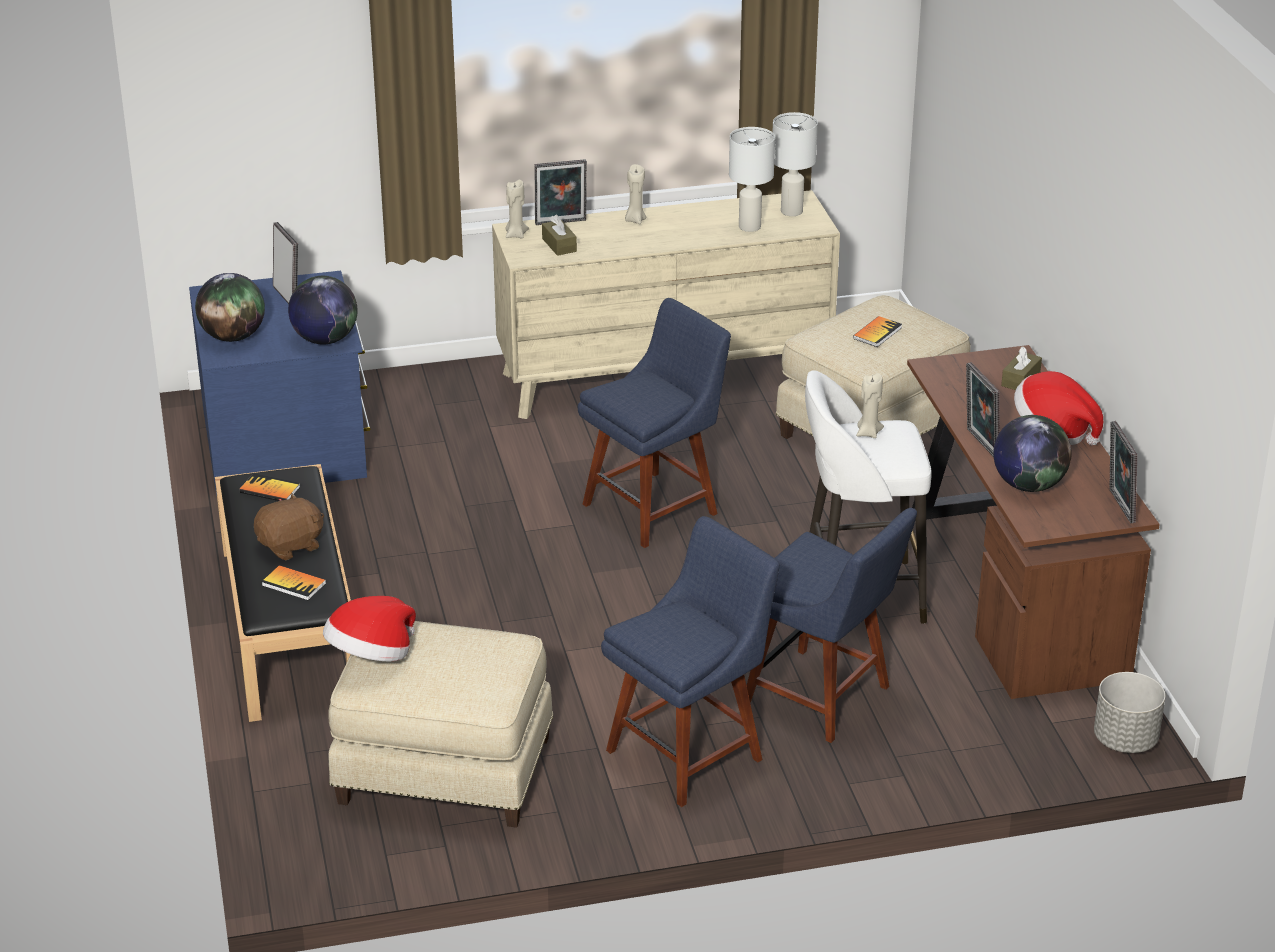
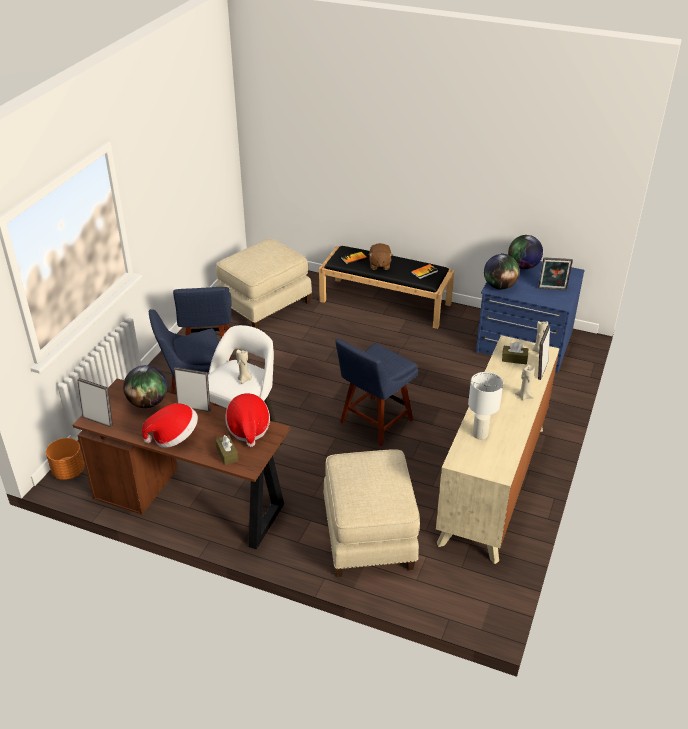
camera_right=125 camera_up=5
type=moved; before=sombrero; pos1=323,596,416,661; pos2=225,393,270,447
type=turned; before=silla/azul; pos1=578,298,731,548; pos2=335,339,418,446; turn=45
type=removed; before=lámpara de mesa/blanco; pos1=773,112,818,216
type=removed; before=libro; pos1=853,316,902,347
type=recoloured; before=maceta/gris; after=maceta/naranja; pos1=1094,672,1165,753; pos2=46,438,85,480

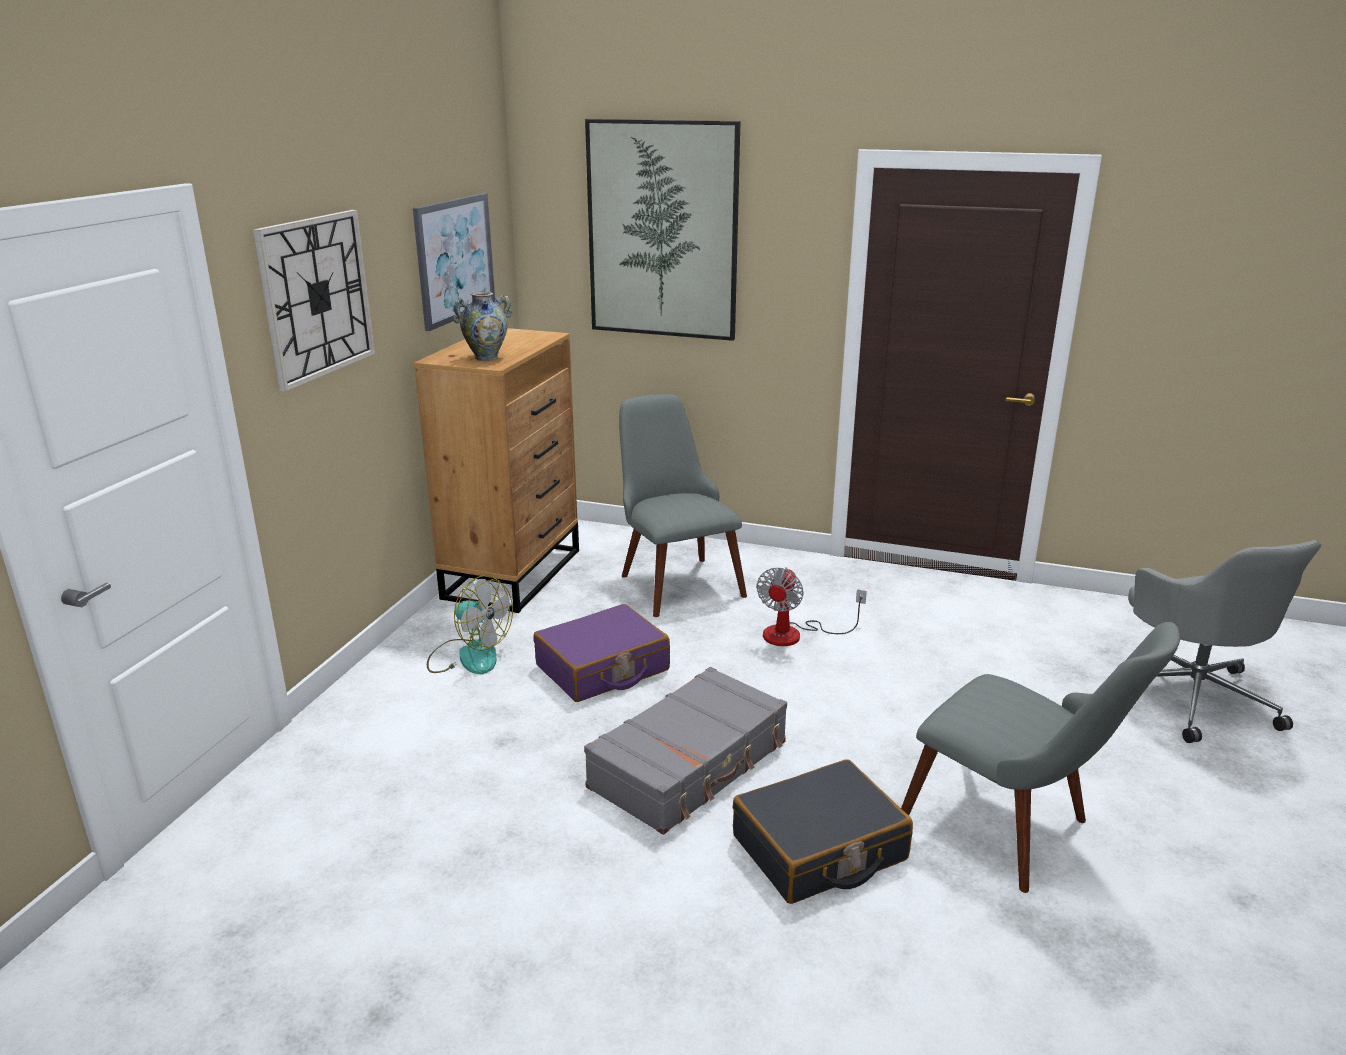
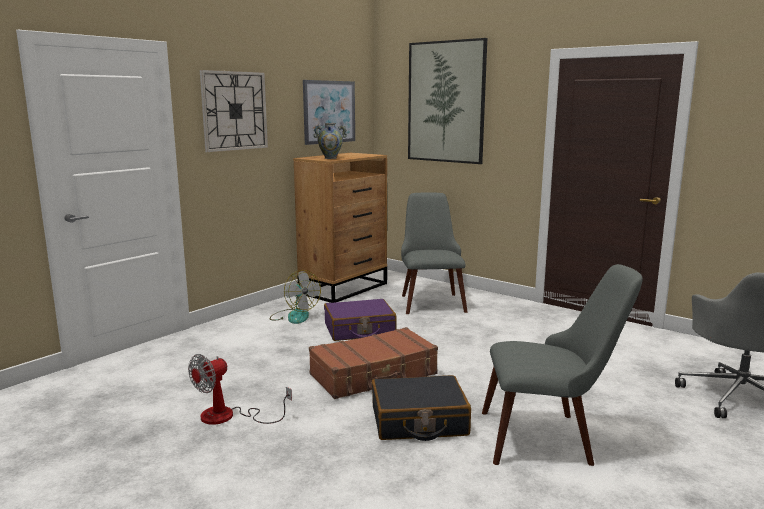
camera_right=20 camera_up=-10
type=recoloured; before=maleta/gris; after=maleta/marrón; pos1=584,667,787,835; pos2=309,327,438,399
type=moved; before=ventilador; pos1=756,567,867,646; pos2=188,354,292,425
type=turned; before=silla/gris; pos1=901,622,1180,893; pos2=482,264,643,466; turn=-60

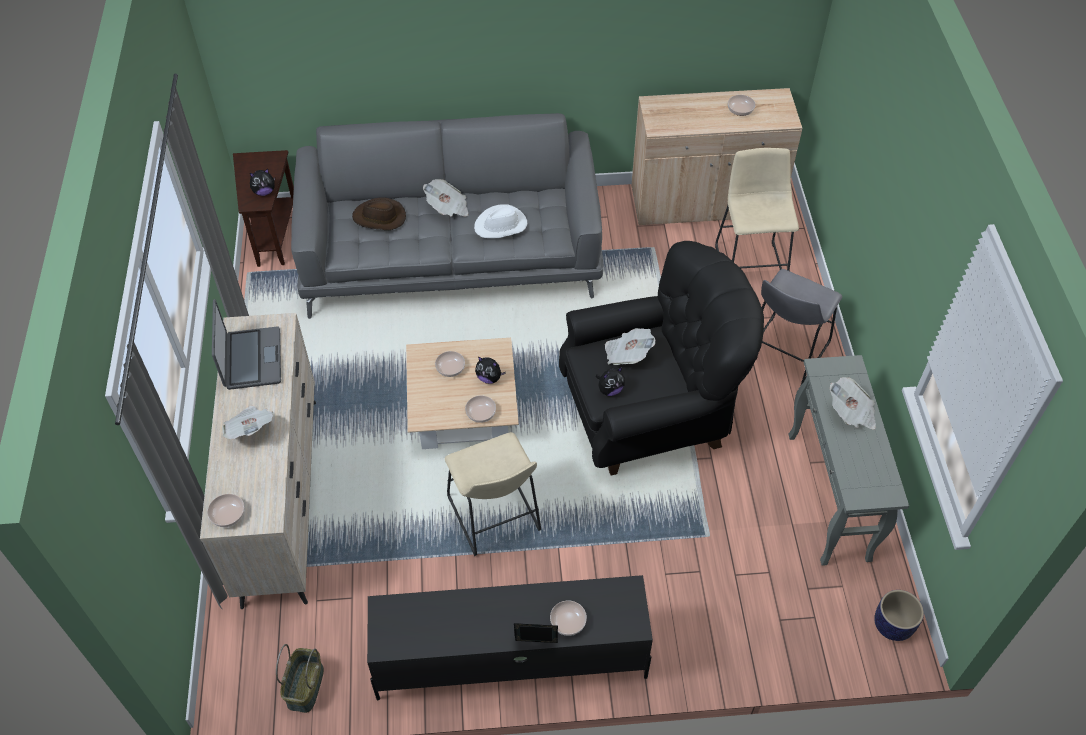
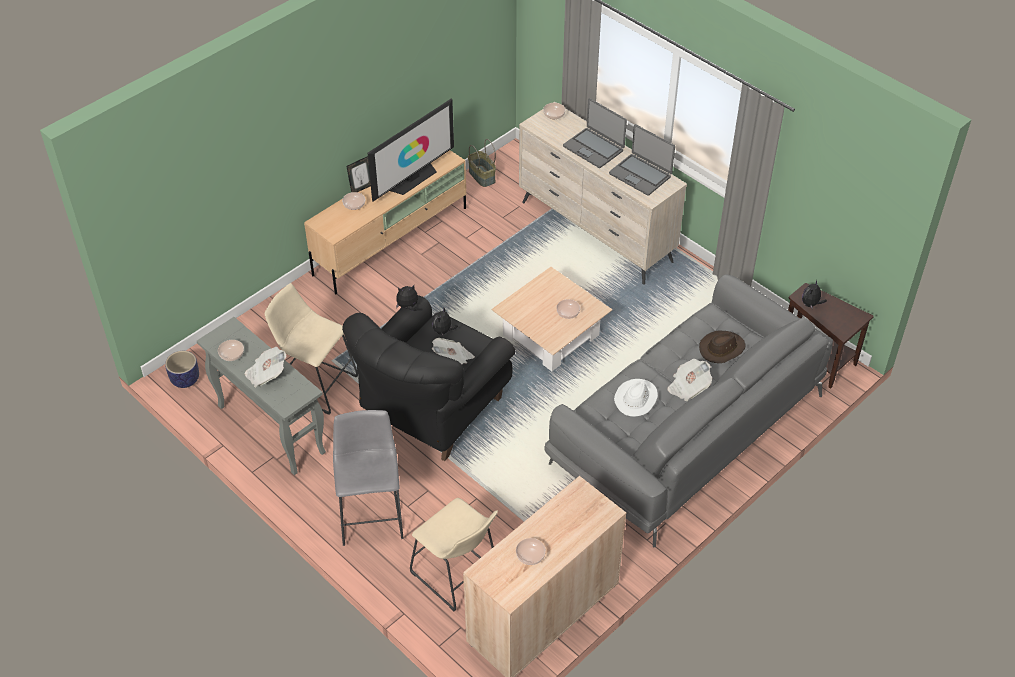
camera_right=140 camera_up=-5
type=replaced; before=periódico; after=portátil; pos1=222,406,274,439; pos2=563,98,627,168
type=recoloured; before=mueble de televisión/negro; after=mueble de televisión/beis; pos1=367,575,653,700; pos2=304,150,466,294
type=moved; before=taburete/beis; pos1=445,432,541,556; pos2=265,283,358,415
type=moved; before=cuenco; pos1=465,395,496,423; pos2=218,340,244,361
type=moved; before=peluche; pos1=475,356,506,384; pos2=396,285,418,311
type=added; after=televisor; pos2=368,98,454,202

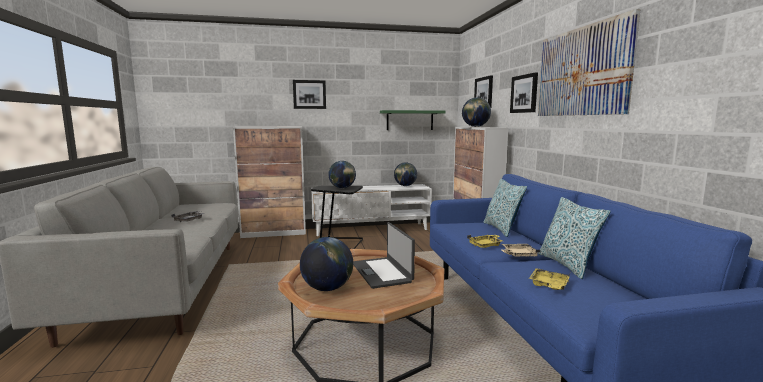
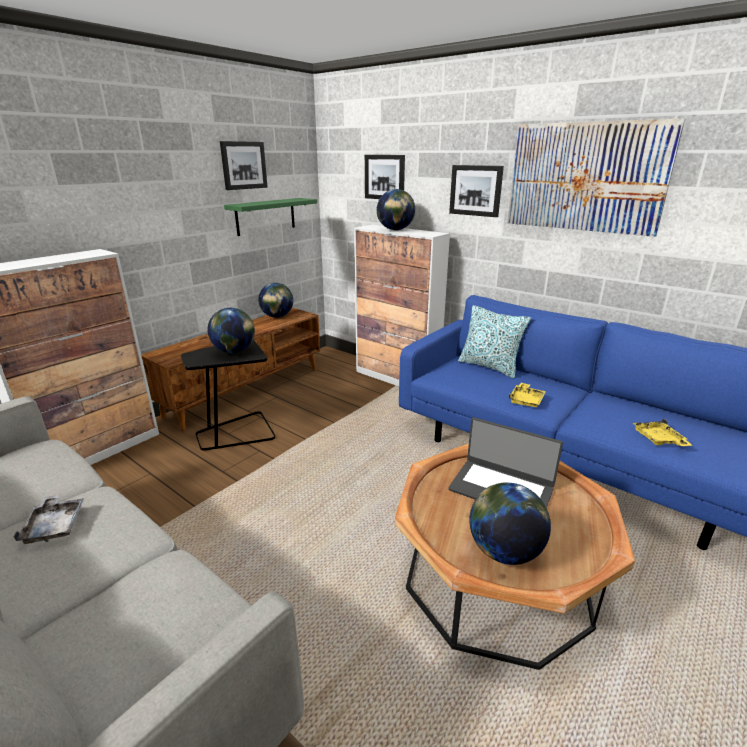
camera_right=-40 camera_up=15
type=moved; before=cuadro; pos1=293,80,326,109; pos2=220,141,268,190
type=recoloured; before=mueble de televisión/blanco; after=mueble de televisión/marrón; pos1=311,184,432,236; pos2=141,308,320,431
type=removed; before=bandeja/beis; pos1=501,244,541,257
type=removed; before=cojín; pos1=538,197,611,279

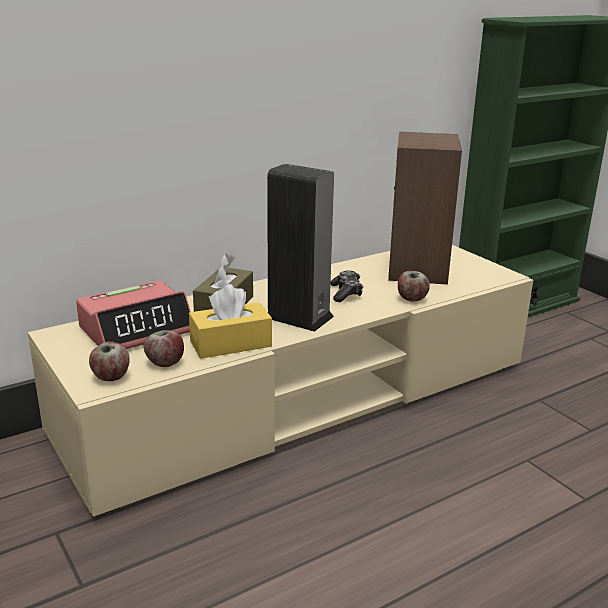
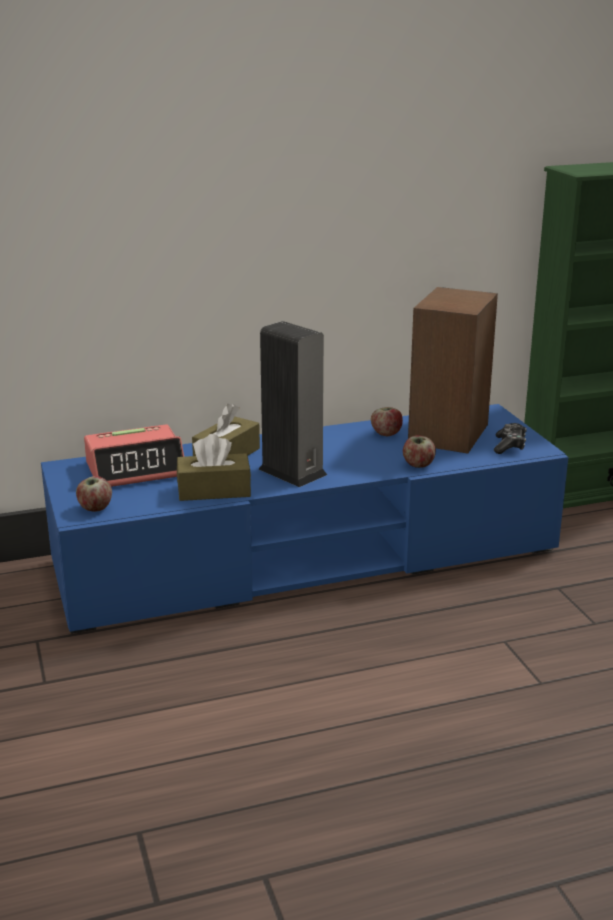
camera_right=15 camera_up=0
type=recoloured; before=mueble de televisión/beis; after=mueble de televisión/azul; pos1=28,245,533,518; pos2=41,404,568,634
type=moved; before=manzana; pos1=144,330,184,367; pos2=371,407,403,436
type=recoloured; before=caja de pañuelos/amarillo; after=caja de pañuelos/marrón; pos1=189,284,272,359; pos2=177,434,251,501
type=moved; before=mando de consola; pos1=331,270,363,302; pos2=494,423,527,454

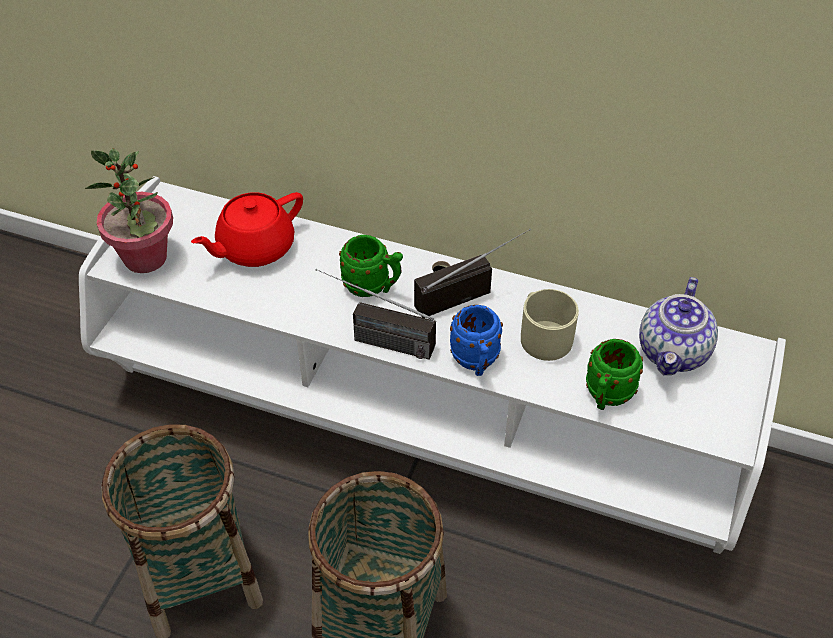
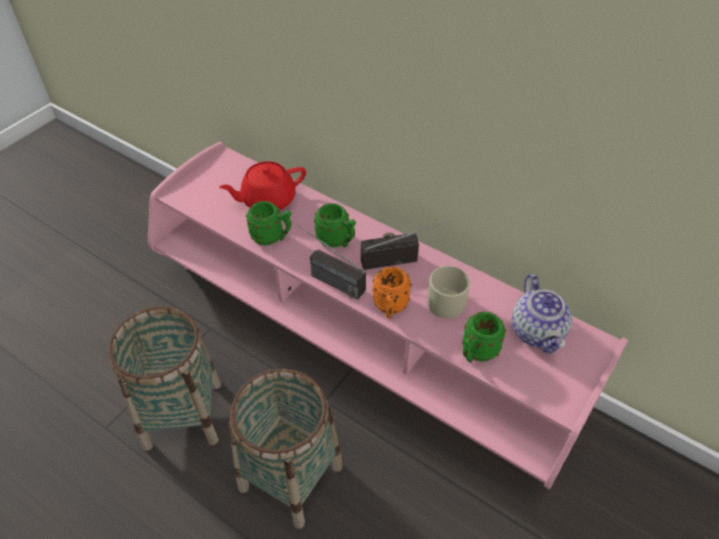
camera_right=15 camera_up=0
type=recoloured; before=mueble de televisión/blanco; after=mueble de televisión/rosa; pos1=79,176,786,554; pos2=148,141,628,489
type=removed; before=planta en maceta; pos1=85,148,173,273
type=recoloured; before=taza grande/azul; after=taza grande/naranja; pos1=450,305,503,376; pos2=372,267,412,319
type=turned; before=tetera; pos1=639,277,718,375; pos2=512,274,572,354; turn=-45
type=added; after=taza grande/verde; pos2=246,201,292,246

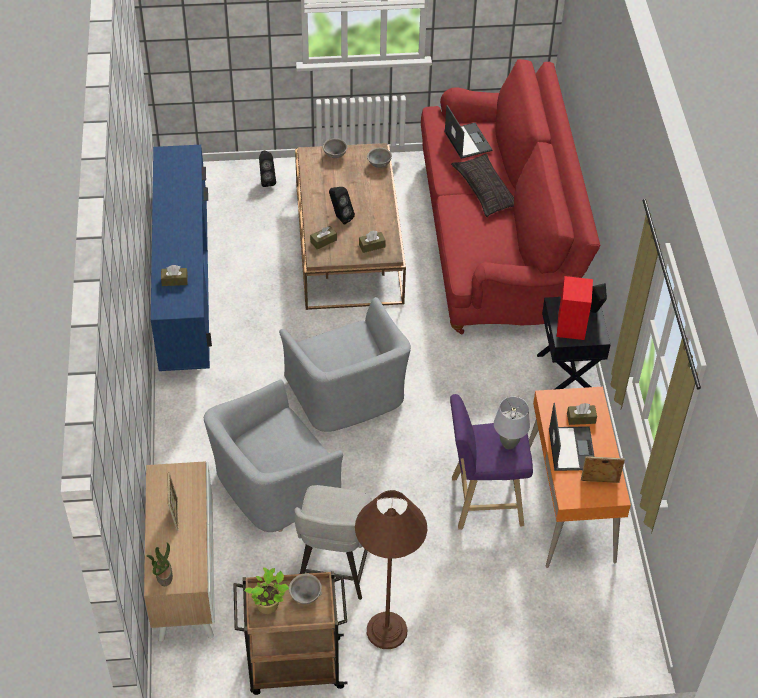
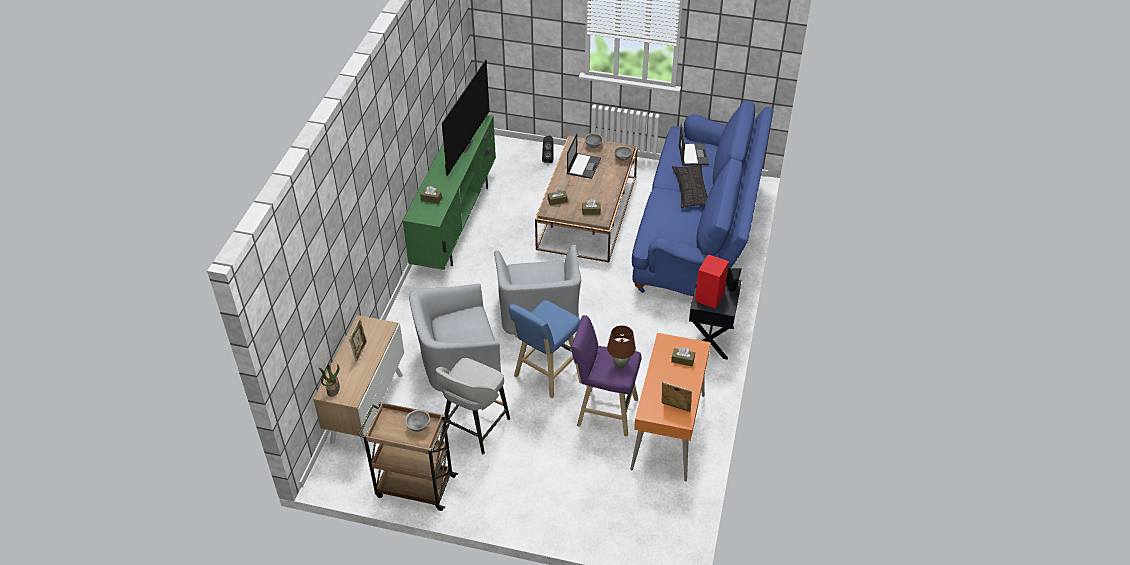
camera_right=20 camera_up=-5
type=recoloured; before=mueble de televisión/azul; after=mueble de televisión/verde; pos1=151,145,212,371; pos2=403,115,496,270
type=removed; before=planta en maceta; pos1=244,567,289,614
type=removed; before=altavoz/negro; pos1=329,187,355,225
type=removed; before=lámpara de pie/marrón; pos1=355,490,427,649
type=recoloured; before=sofá/rojo; after=sofá/azul; pos1=421,59,601,334; pos2=632,100,774,296
type=recoloured; before=lámpara de mesa/gris; after=lámpara de mesa/marrón; pos1=494,397,530,449; pos2=607,325,636,369
type=moved; before=portátil; pos1=549,403,594,471; pos2=567,133,601,179
type=added; after=televisor; pos2=442,59,490,176
type=added; after=taburete/azul; pos2=509,300,581,398

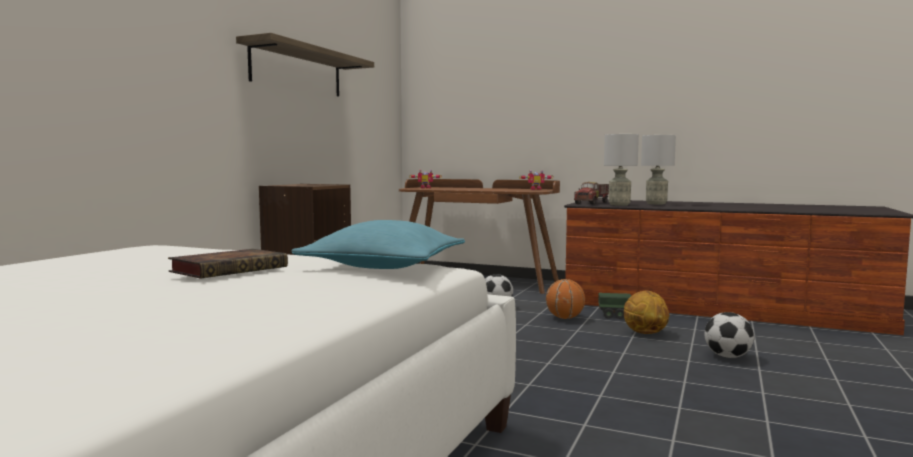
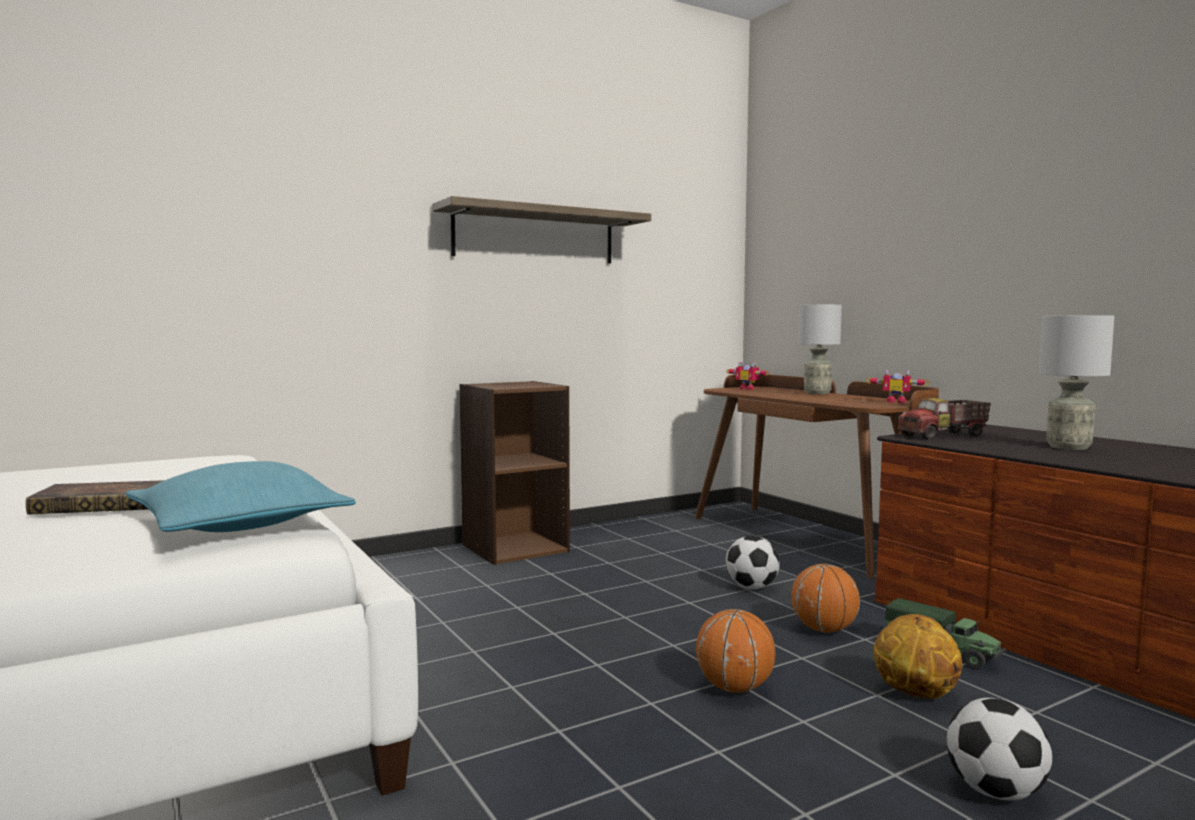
camera_right=35 camera_up=0
type=moved; before=lámpara de mesa/gris; pos1=604,134,639,206; pos2=798,305,842,394
type=added; after=balón de baloncesto; pos2=696,609,776,693

